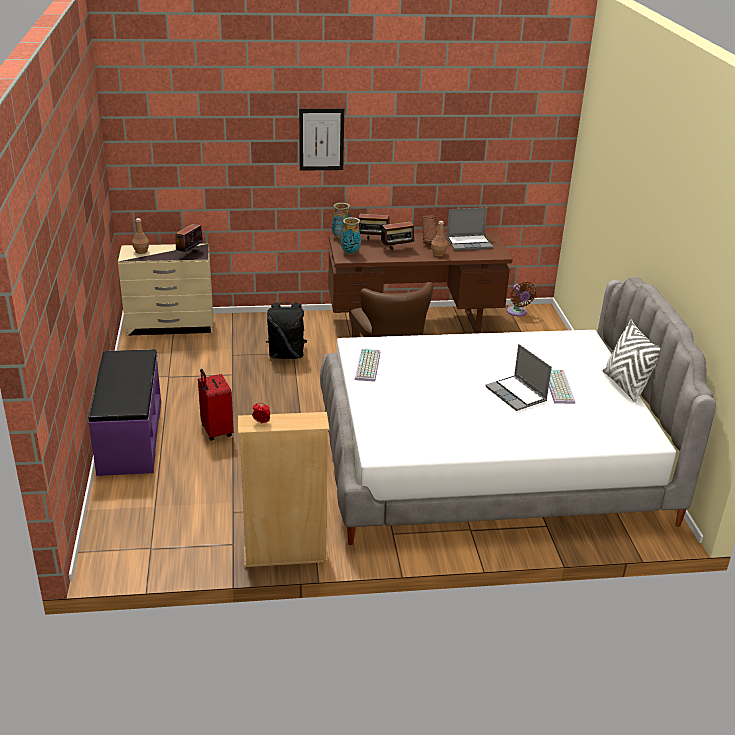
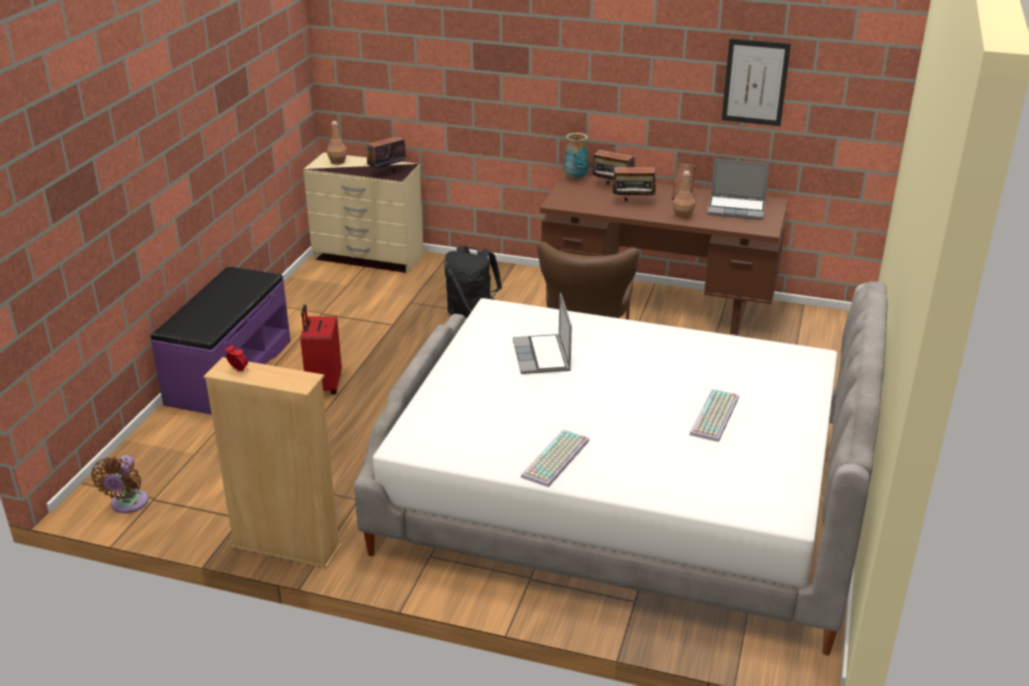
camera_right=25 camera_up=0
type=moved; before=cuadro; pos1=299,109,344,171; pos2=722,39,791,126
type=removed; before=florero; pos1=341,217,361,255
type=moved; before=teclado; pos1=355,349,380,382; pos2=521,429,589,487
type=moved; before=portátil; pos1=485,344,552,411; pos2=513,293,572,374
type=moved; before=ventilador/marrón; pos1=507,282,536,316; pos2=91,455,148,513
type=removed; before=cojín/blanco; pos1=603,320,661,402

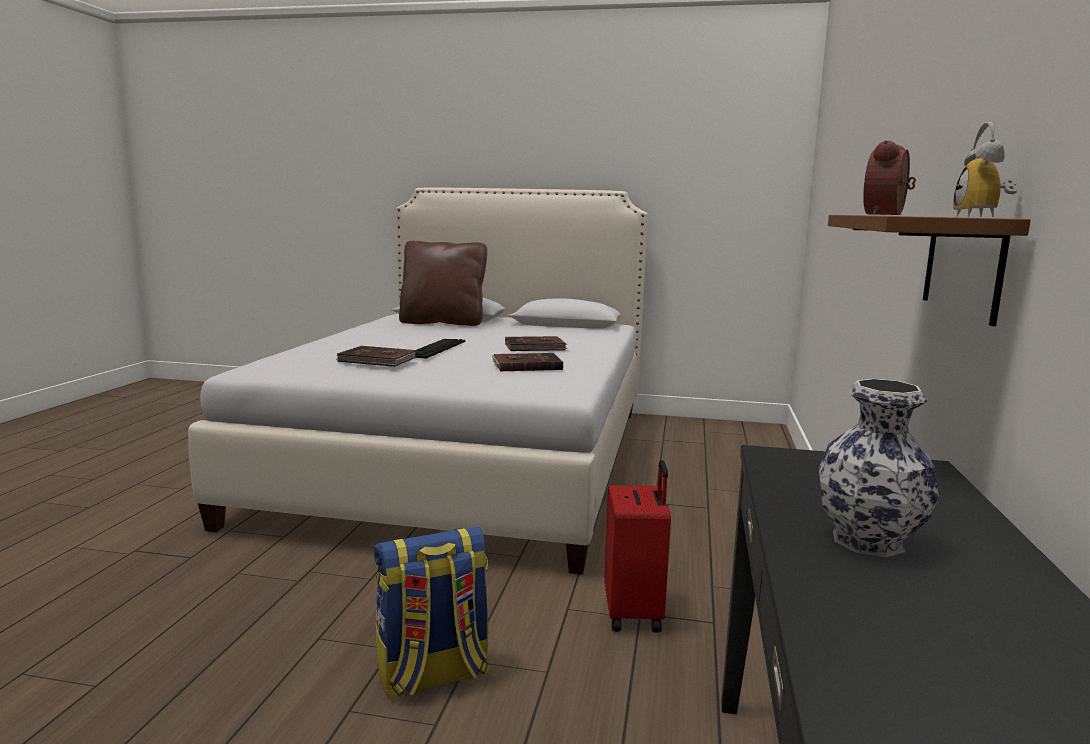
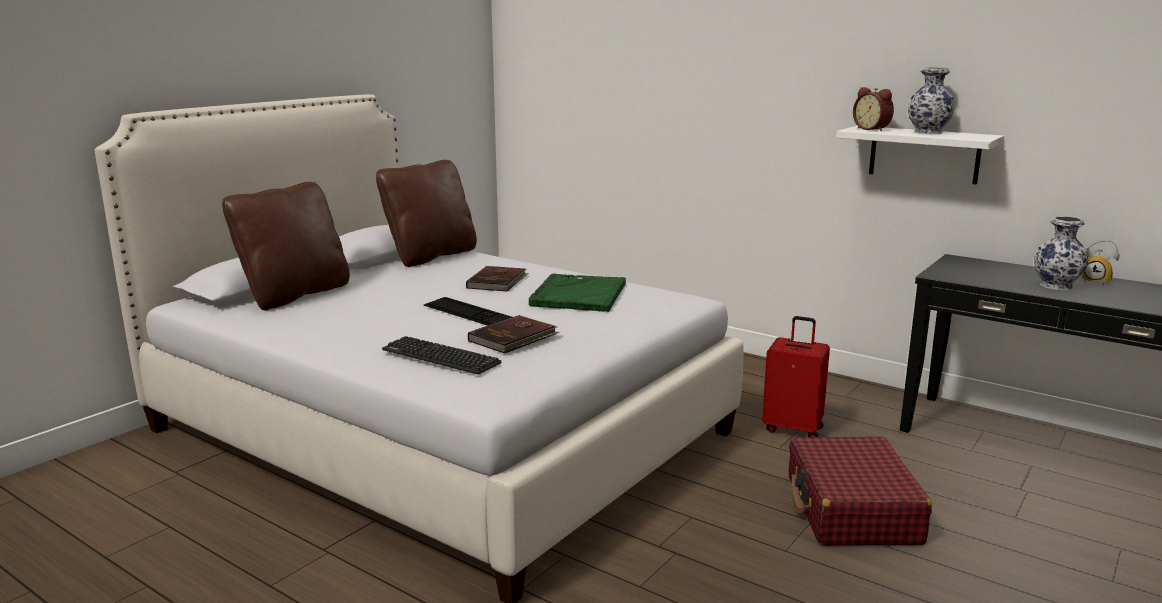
camera_right=-65 camera_up=5
type=replaced; before=mochila; after=maleta/rojo; pos1=374,526,490,700; pos2=789,436,932,546
type=replaced; before=libro/marrón; after=bandeja/verde; pos1=492,353,563,371; pos2=529,274,626,312
type=recoloured; before=estante/marrón; after=estante/blanco; pos1=828,215,1031,326; pos2=836,126,1004,184
type=moved; before=despertador; pos1=953,122,1018,217; pos2=1082,240,1119,286
type=added; after=cojín/marrón; pos2=376,160,477,267
type=added; after=teclado; pos2=382,336,502,375
type=added; after=florero; pos2=908,68,955,134

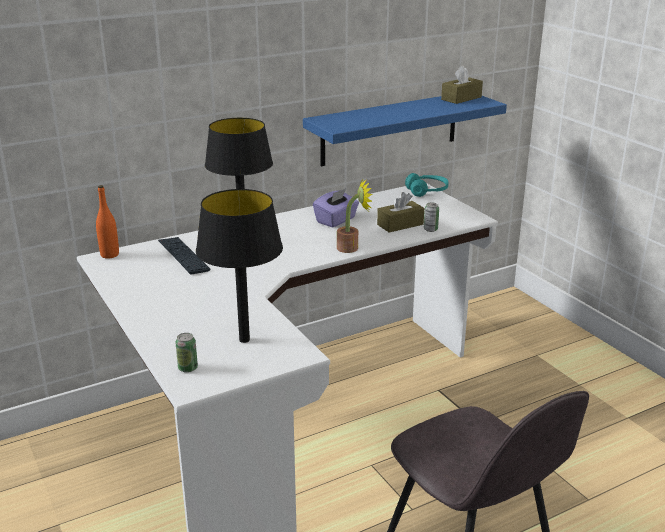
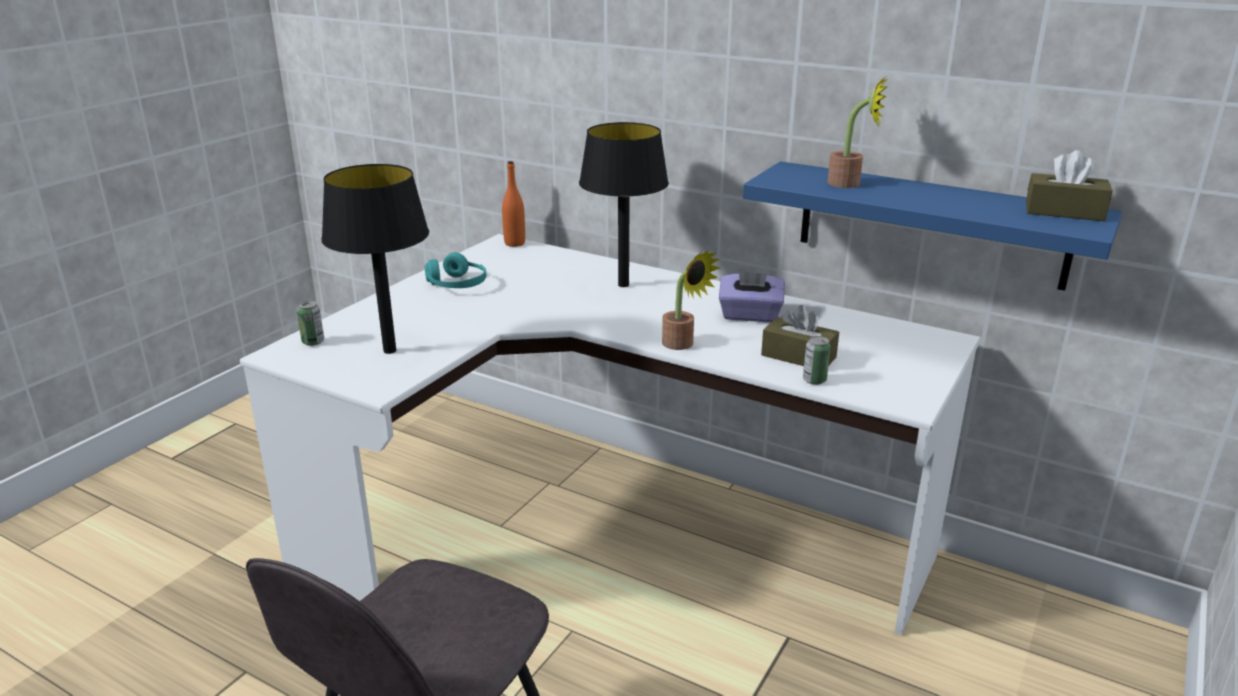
camera_right=60 camera_up=0
type=removed; before=teclado; pos1=158,237,210,274
type=moved; before=auriculares/turquesa; pos1=405,173,448,197; pos2=425,252,486,288
type=added; after=planta en maceta; pos2=828,76,888,188

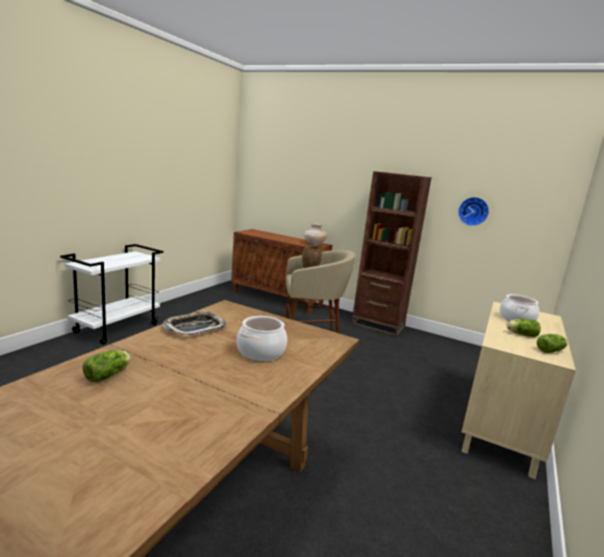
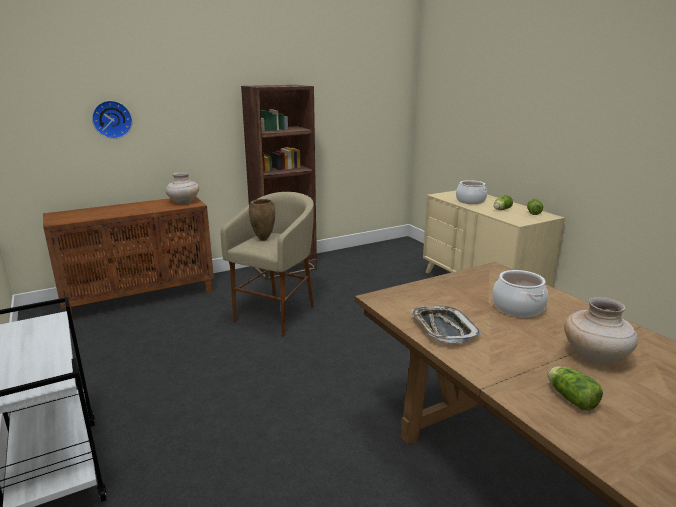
camera_right=-55 camera_up=5
type=moved; before=reloj de pared; pos1=458,197,489,226; pos2=92,100,132,139
type=added; after=florero/beis; pos2=564,297,638,364

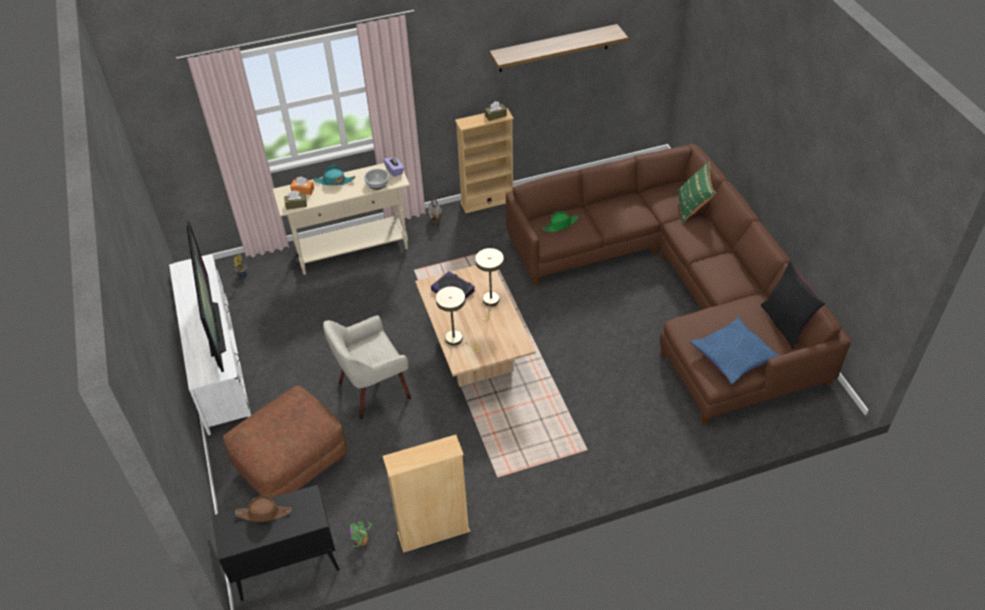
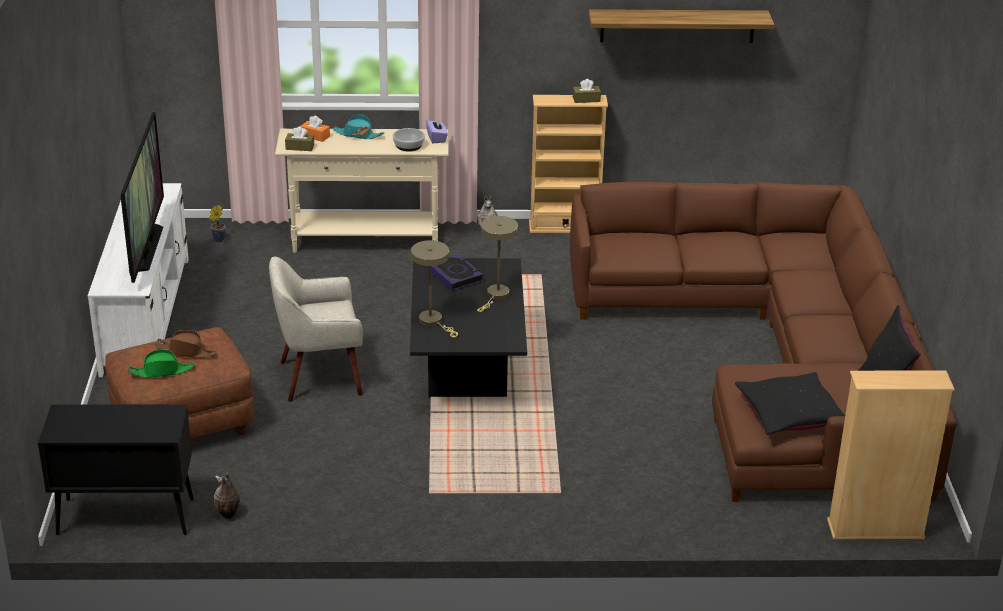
camera_right=15 camera_up=-15
type=moved; before=sombrero/marrón; pos1=235,496,291,522; pos2=155,330,217,358
type=replaced; before=planta en maceta; after=florero; pos1=350,521,372,547; pos2=214,472,240,520
type=moved; before=estantería/beis; pos1=382,435,470,553; pos2=827,371,955,539
type=recoloured; before=mesa de centro/beis; after=mesa de centro/negro; pos1=415,265,536,387; pos2=410,258,527,398
type=moved; before=sombrero/verde; pos1=542,211,579,232; pos2=128,349,195,378
type=removed; before=cojín/verde; pos1=677,161,716,224
type=recoloured; before=cojín/azul; after=cojín/negro; pos1=690,317,780,384; pos2=735,372,845,435

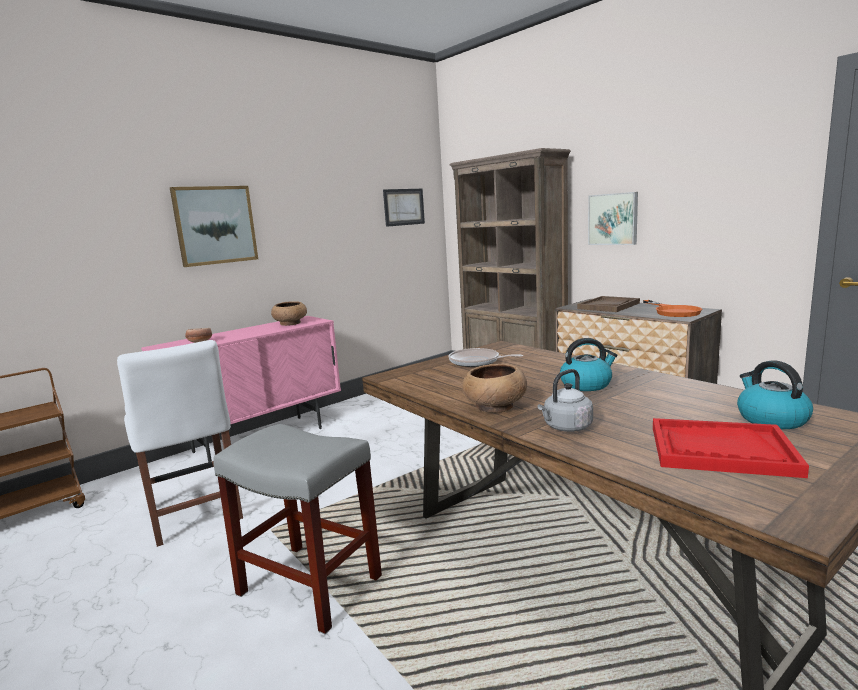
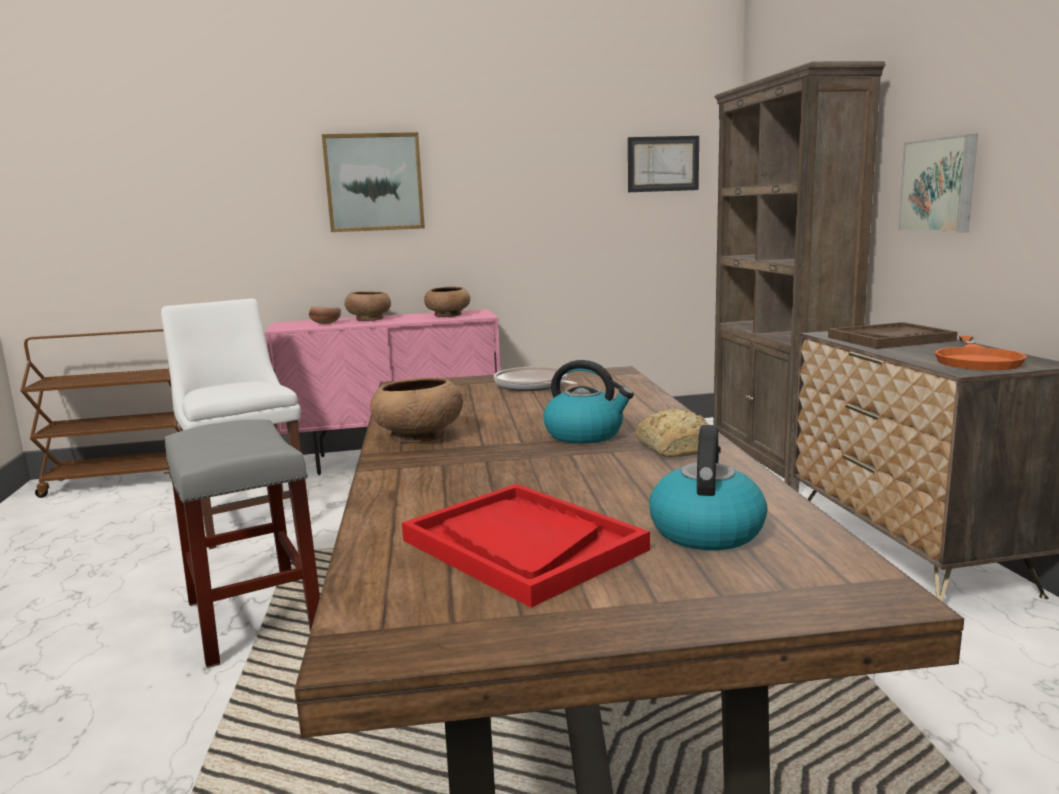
camera_right=30 camera_up=0
type=turned; before=silla/blanco; pos1=117,340,243,547; pos2=161,298,301,549; turn=150
type=removed; before=hervidor/gris; pos1=538,369,593,432
type=added; after=cuenco/marrón; pos2=345,291,391,321
type=added; after=pan; pos2=635,409,709,457

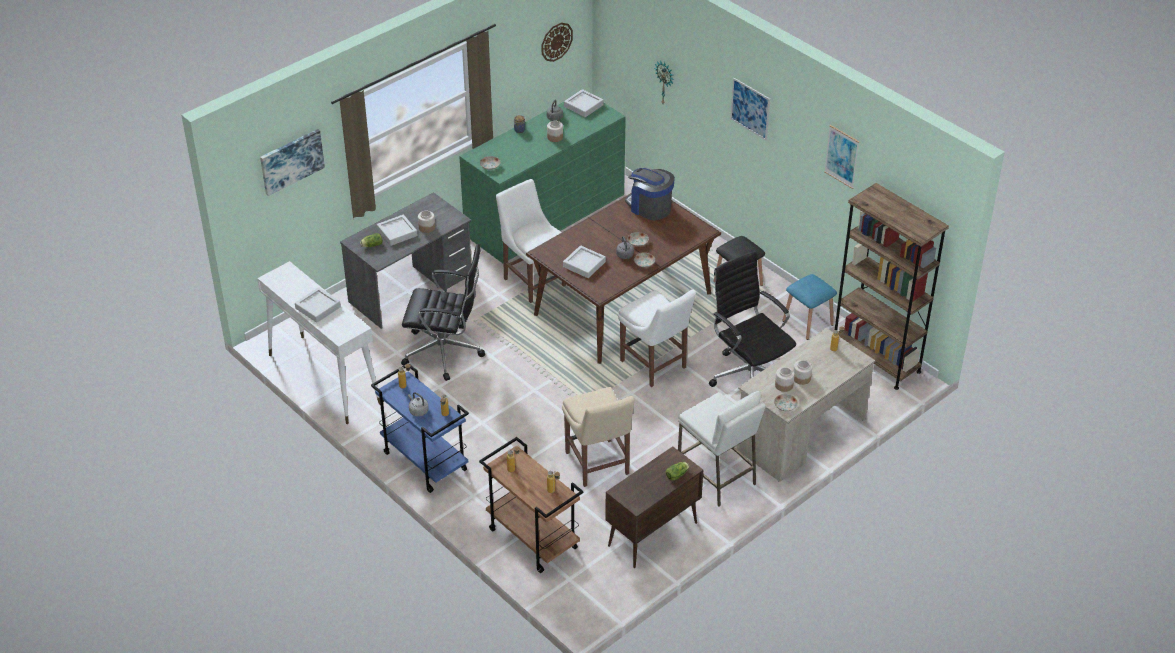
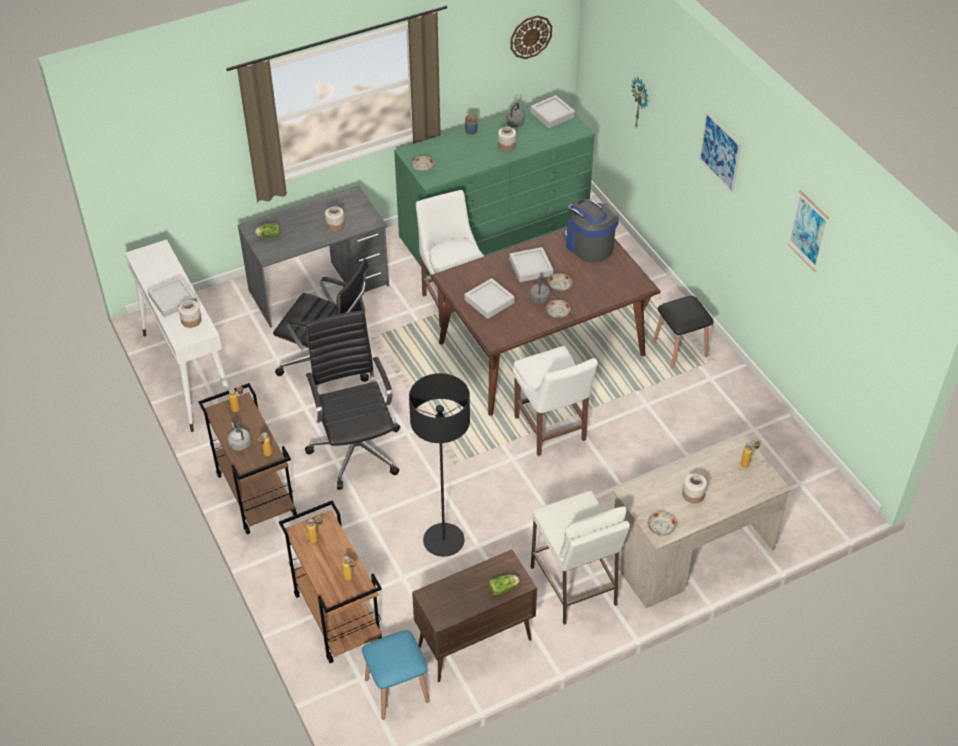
camera_right=15 camera_up=5
type=removed; before=cuadro; pos1=260,129,325,196
type=recoloured; before=carrito/azul; after=carrito/marrón; pos1=371,363,469,493; pos2=198,383,297,534
type=moved; before=bandeja/gris; pos1=377,215,418,246; pos2=509,247,553,282
type=replaced; before=silla/beis; after=lámpara de pie/negro; pos1=562,387,635,487; pos2=409,373,470,557
type=moved; before=silla de oficina/negro; pos1=709,251,796,387; pos2=305,310,400,490
type=moved; before=tarro; pos1=775,367,795,392; pos2=178,300,202,328
type=moved; before=taburete/azul; pos1=783,274,837,340; pos2=362,630,430,720
type=removed; before=estantería/marrón; pos1=835,183,949,390

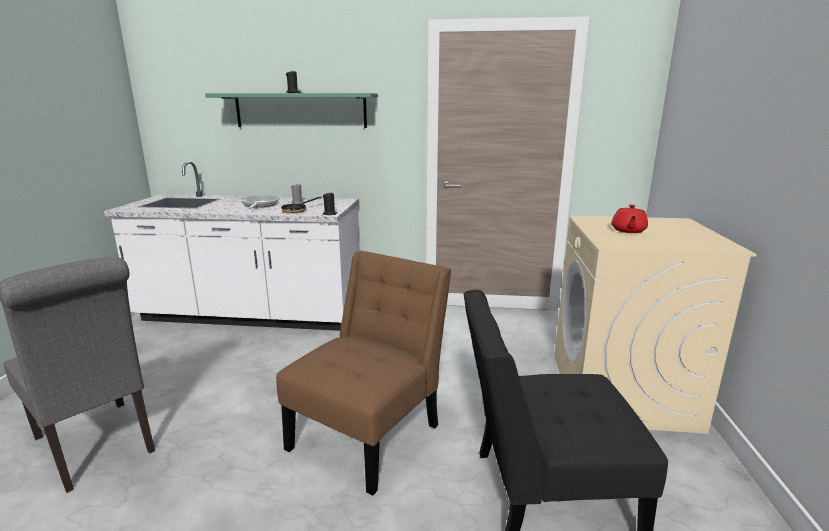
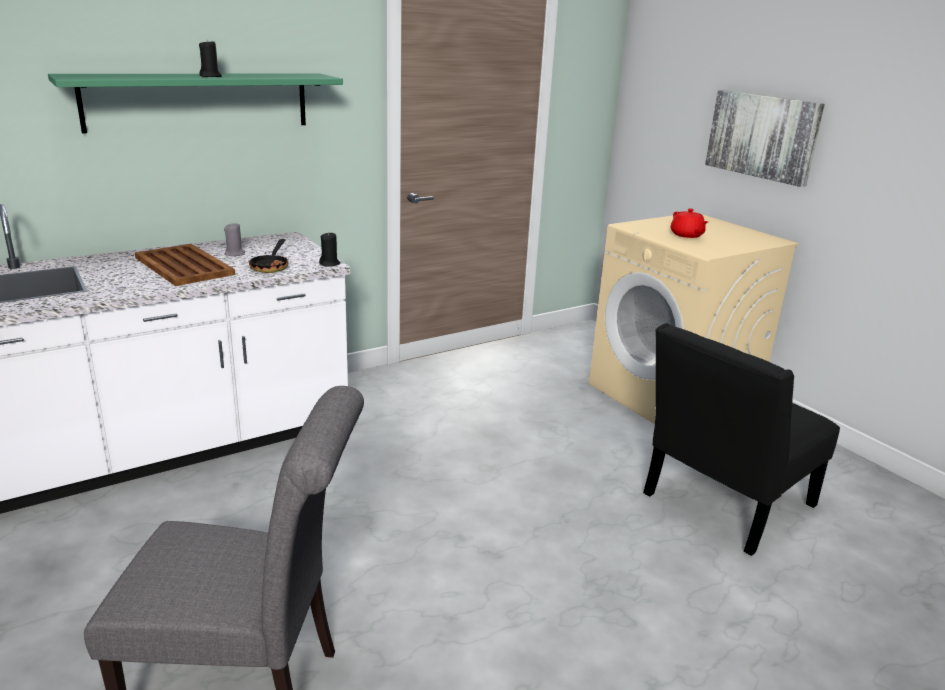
camera_right=-40 camera_up=5
type=replaced; before=sartén; after=bandeja/marrón; pos1=241,196,280,209; pos2=135,244,235,286
type=removed; before=silla/marrón; pos1=276,251,452,496
type=added; after=cuadro; pos2=705,90,825,187

